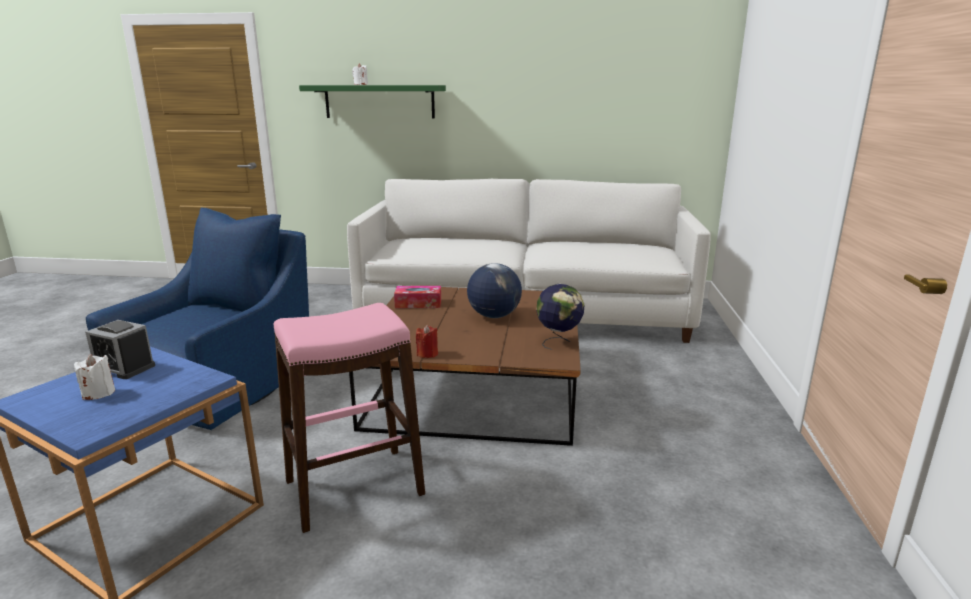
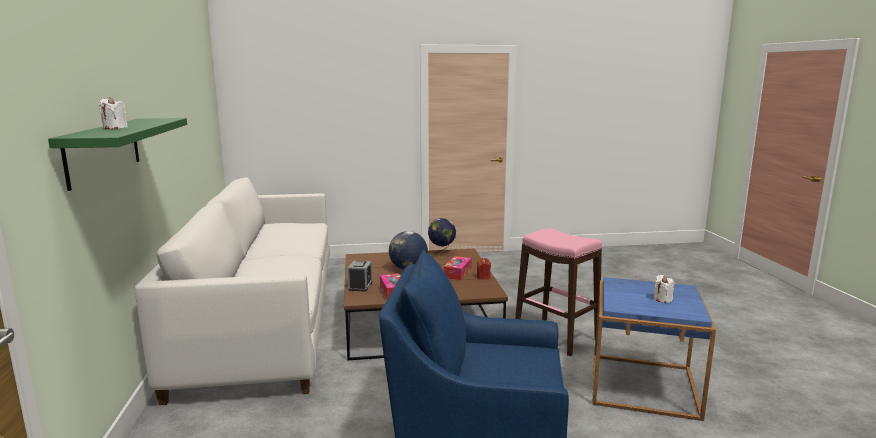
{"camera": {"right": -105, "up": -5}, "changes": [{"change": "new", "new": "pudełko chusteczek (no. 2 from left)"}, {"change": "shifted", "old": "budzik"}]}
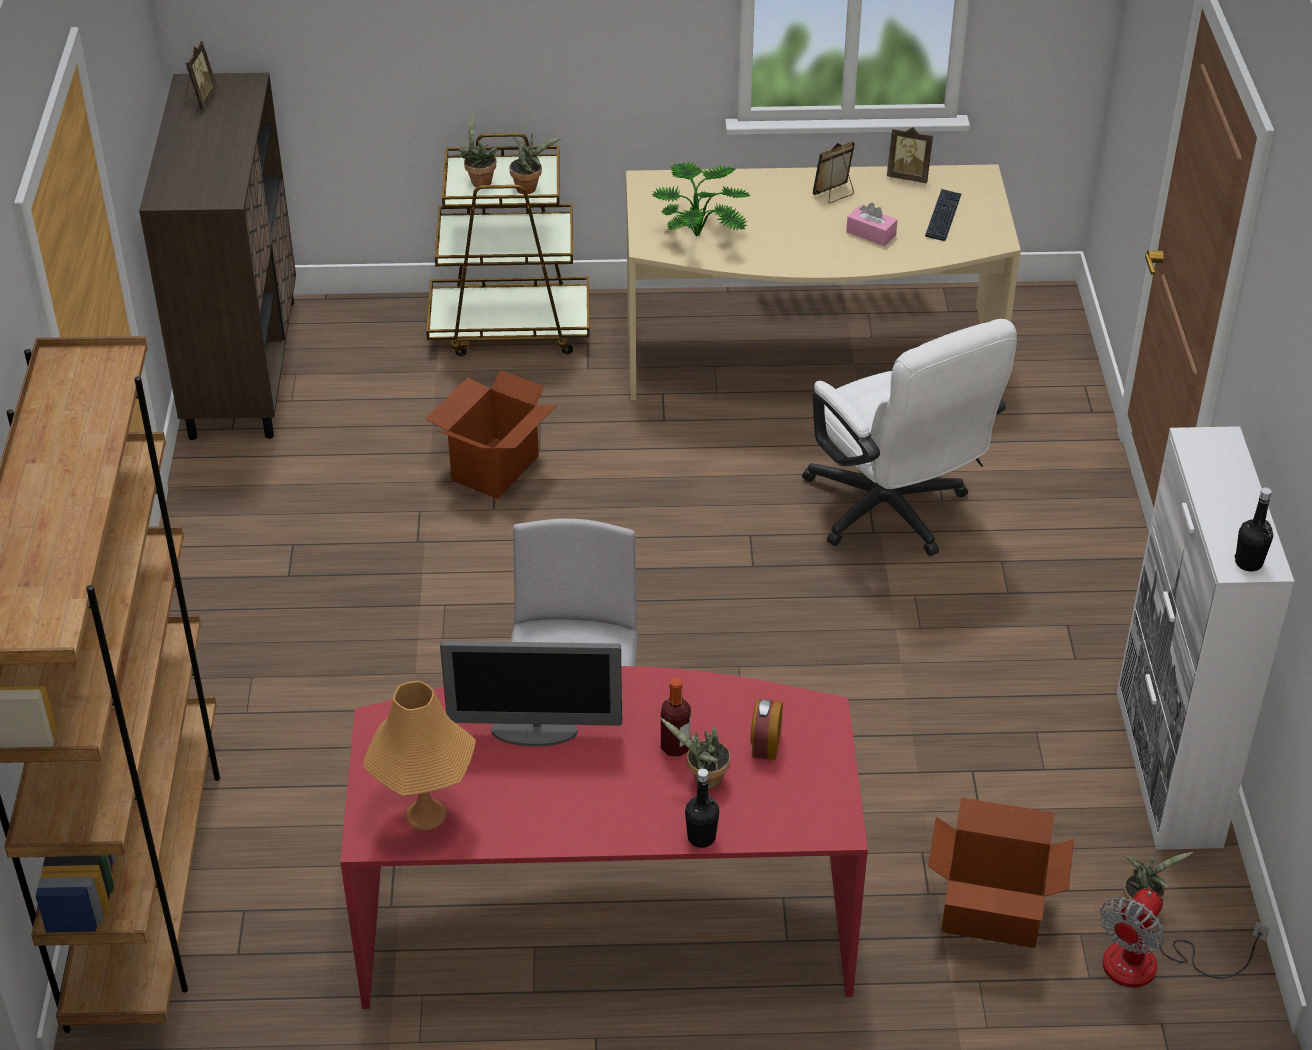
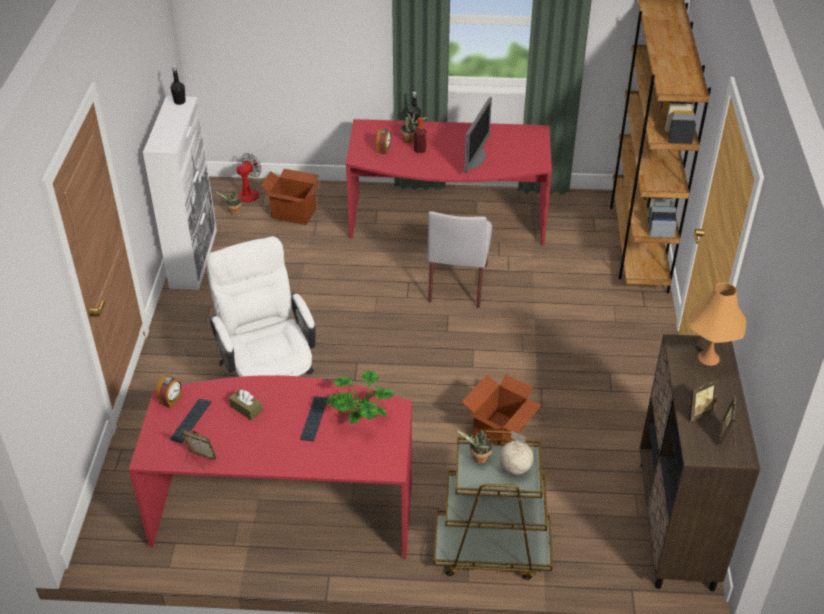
{"camera": {"right": -175, "up": 0}, "changes": [{"change": "new", "new": "budzik (no. 1 from left)"}, {"change": "new", "new": "klawiatura (no. 2 from left)"}, {"change": "shifted", "old": "lampa stołowa [pomarańczowy]"}, {"change": "shifted", "old": "ramka na zdjęcie (no. 2 from left)"}, {"change": "swapped", "old": "roślina doniczkowa (no. 1 from left)", "new": "globus"}, {"change": "repainted", "old": "biurko [beżowy]", "new": "biurko [czerwony] (no. 1 from left)"}, {"change": "repainted", "old": "pudełko chusteczek [różowy]", "new": "pudełko chusteczek [brązowy]"}, {"change": "rotated", "old": "monitor", "degrees": 105}]}
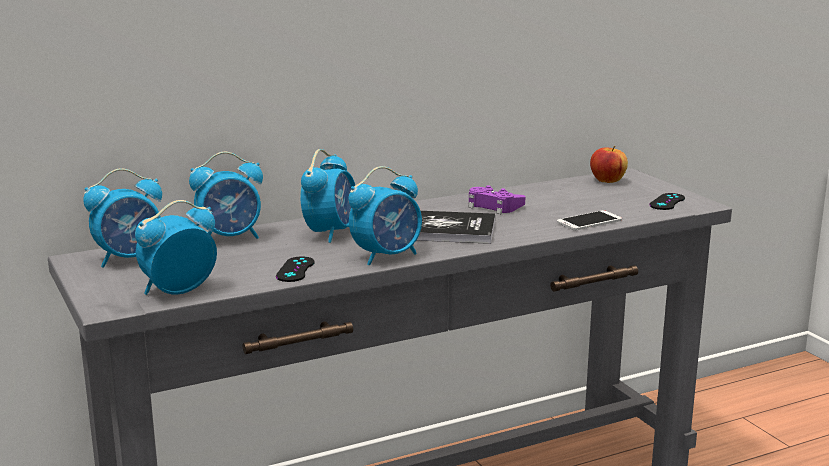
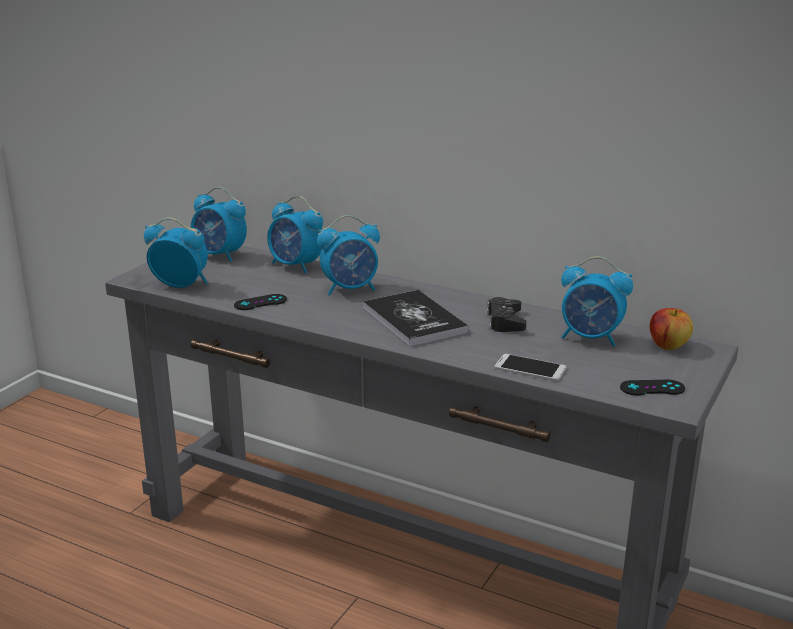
{"camera": {"right": 55, "up": 5}, "changes": [{"change": "shifted", "old": "budzik (no. 5 from left)"}, {"change": "repainted", "old": "pad do gier [fioletowy]", "new": "pad do gier [czarny] (no. 2 from left)"}]}
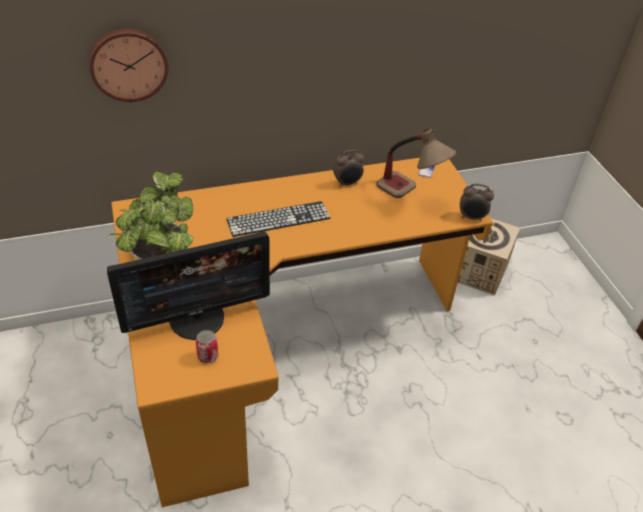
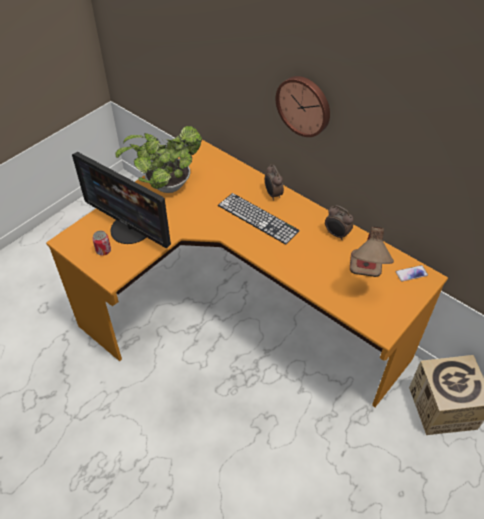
{"camera": {"right": 60, "up": 5}, "changes": [{"change": "shifted", "old": "zegar ścienny"}, {"change": "shifted", "old": "budzik (no. 2 from left in the first image)", "new": "budzik (no. 1 from left)"}]}
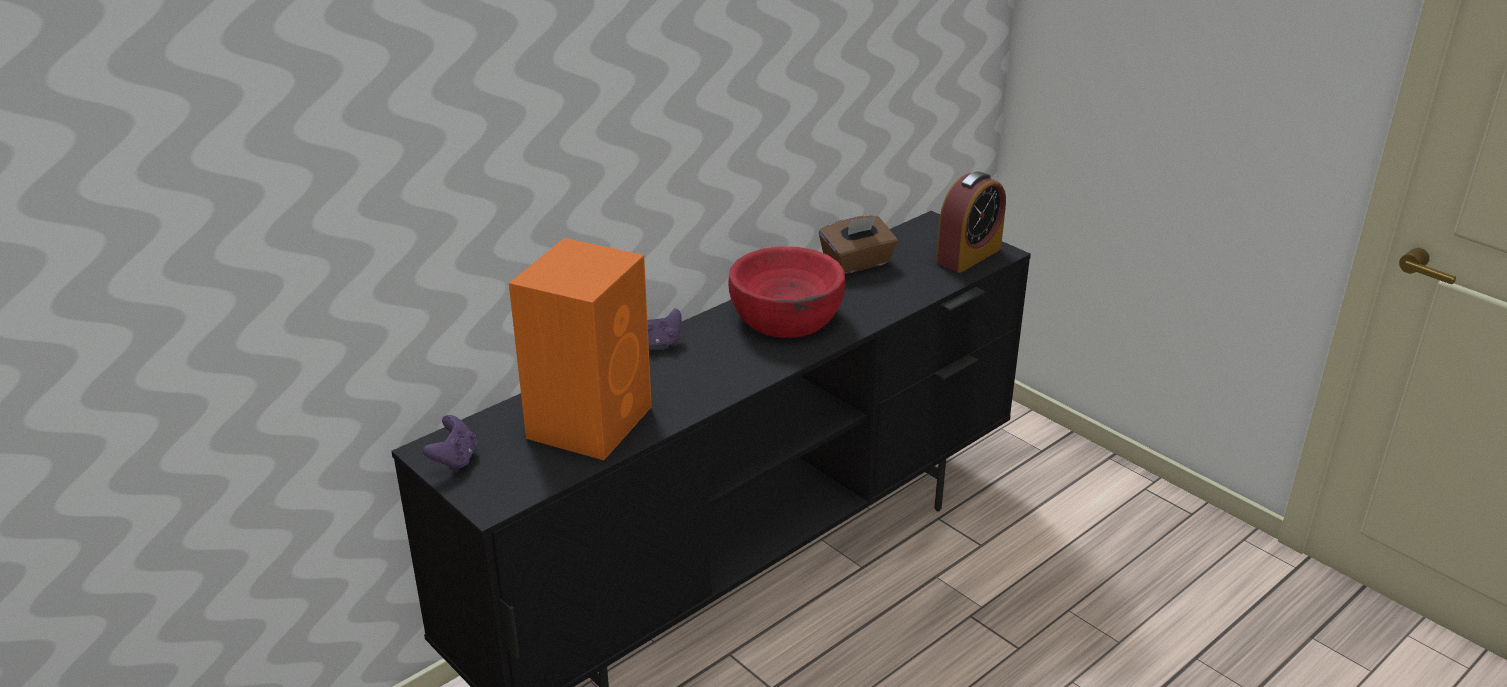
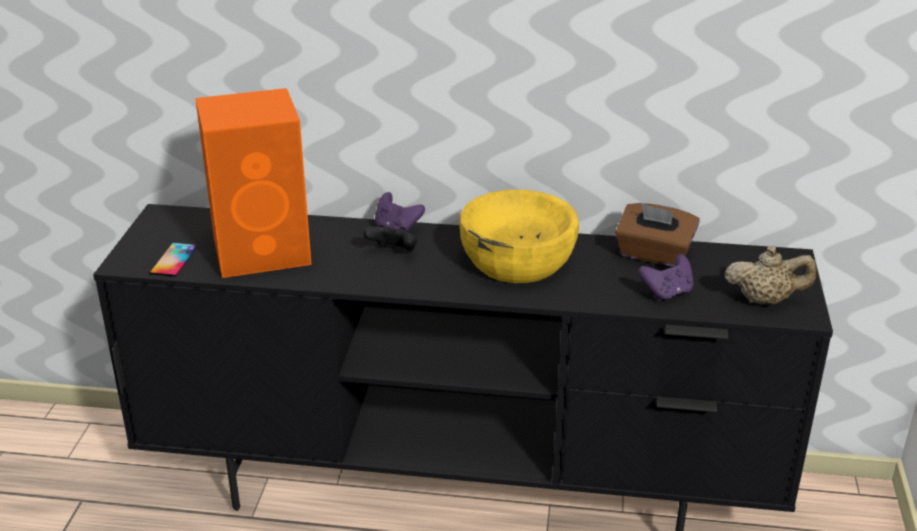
{"camera": {"right": 50, "up": 0}, "changes": [{"change": "new", "new": "telefon"}, {"change": "new", "new": "pad do gier [czarny]"}, {"change": "shifted", "old": "pad do gier [fioletowy] (no. 1 from left in the first image)", "new": "pad do gier [fioletowy] (no. 2 from left)"}, {"change": "swapped", "old": "budzik", "new": "imbryk [beżowy]"}, {"change": "repainted", "old": "miska [czerwony]", "new": "miska [żółty]"}]}
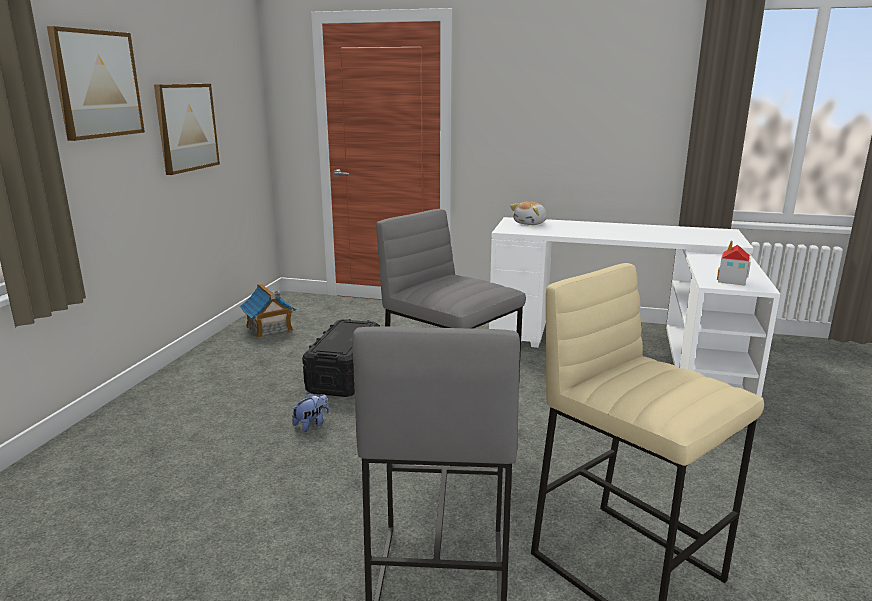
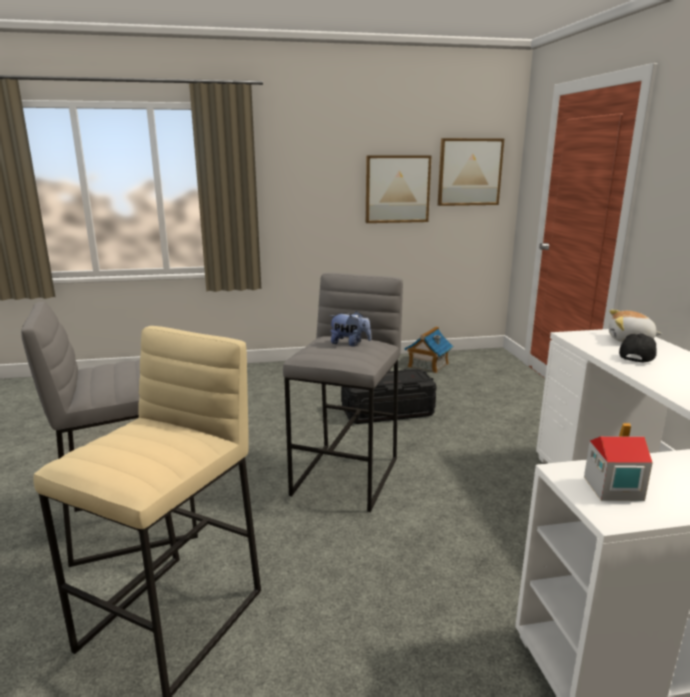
{"camera": {"right": 65, "up": 0}, "changes": [{"change": "new", "new": "czapka z daszkiem [czarny]"}, {"change": "shifted", "old": "obraz (no. 1 from left in the first image)", "new": "obraz (no. 2 from left)"}, {"change": "shifted", "old": "pluszak (no. 1 from left)"}]}
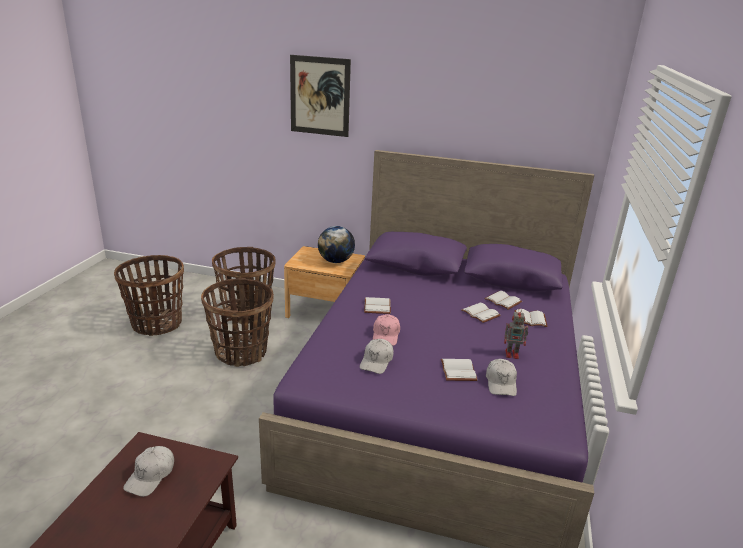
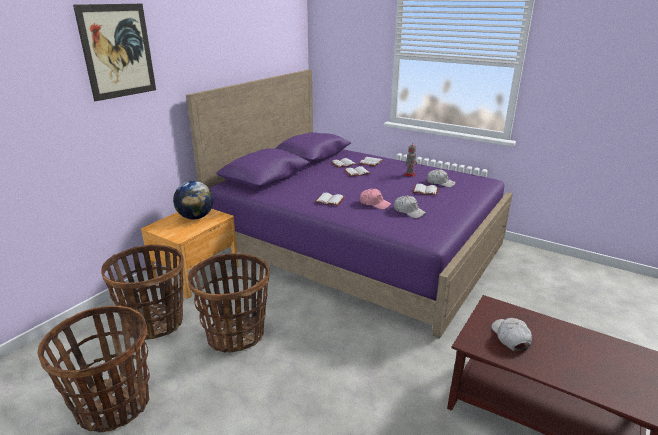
{"camera": {"right": -70, "up": 0}, "changes": [{"change": "rotated", "old": "czapka z daszkiem [biały] (no. 1 from left in the first image)", "degrees": -135}]}
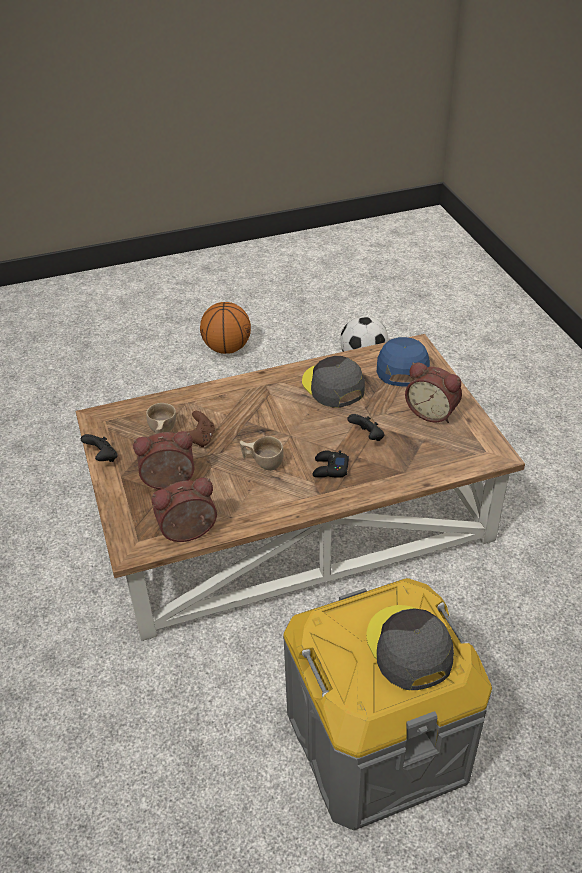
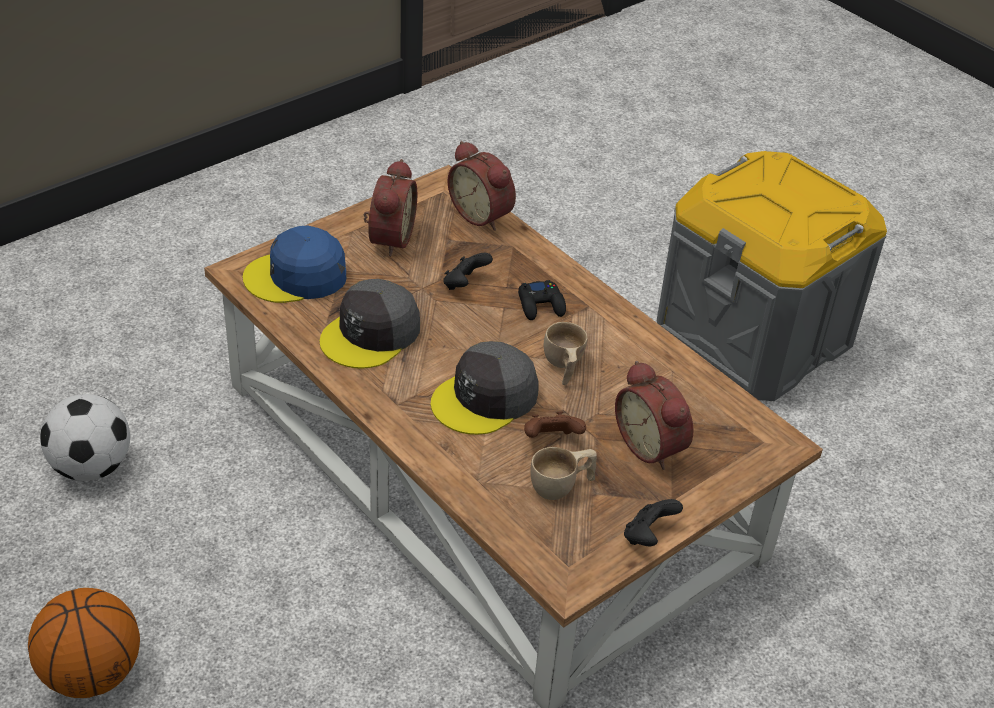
{"camera": {"right": -115, "up": 0}, "changes": [{"change": "shifted", "old": "budzik (no. 2 from left)"}, {"change": "shifted", "old": "czapka z daszkiem [szary] (no. 2 from left)"}]}
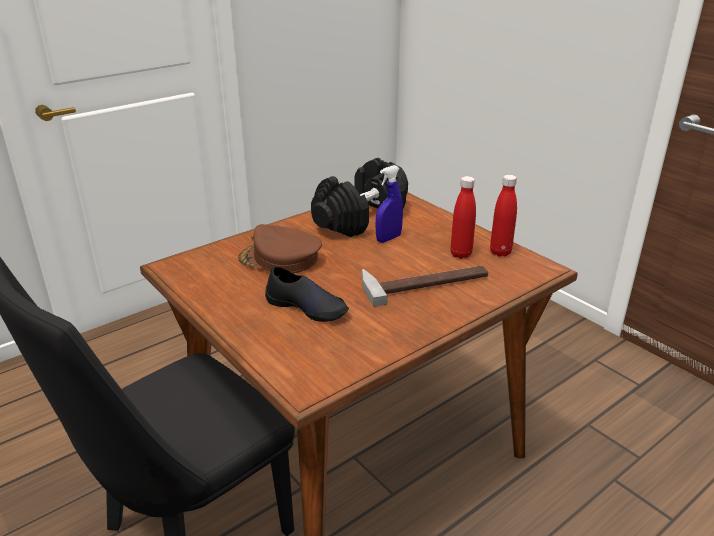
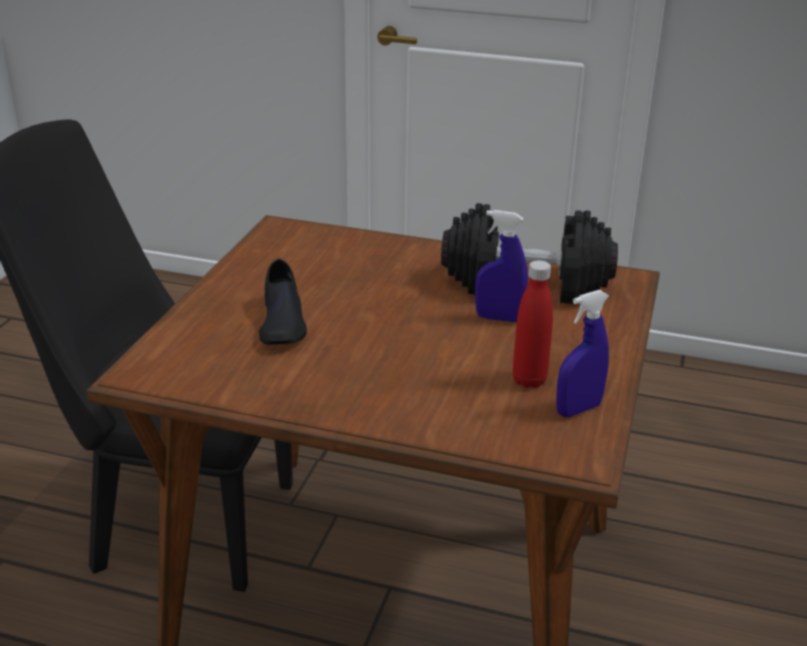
{"camera": {"right": 55, "up": 0}, "changes": [{"change": "gone", "old": "czapka z daszkiem [brązowy]"}, {"change": "gone", "old": "młotek"}, {"change": "swapped", "old": "butelka [czerwony] (no. 2 from left)", "new": "spryskiwacz [niebieski] (no. 2 from left)"}]}
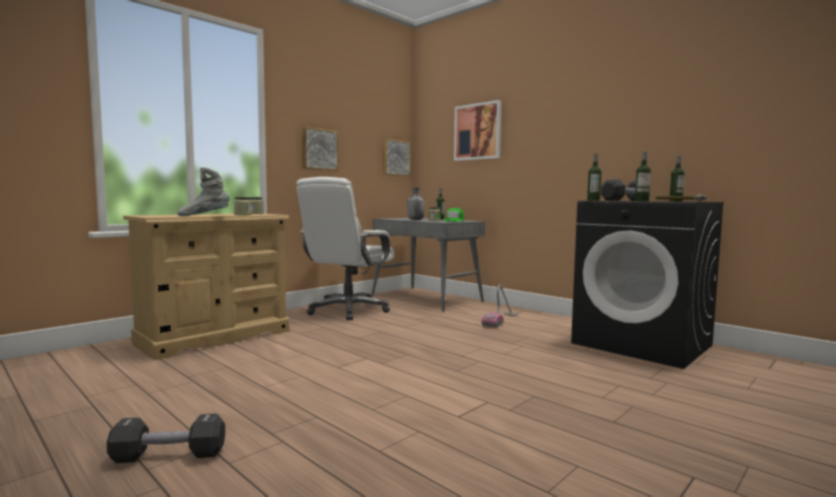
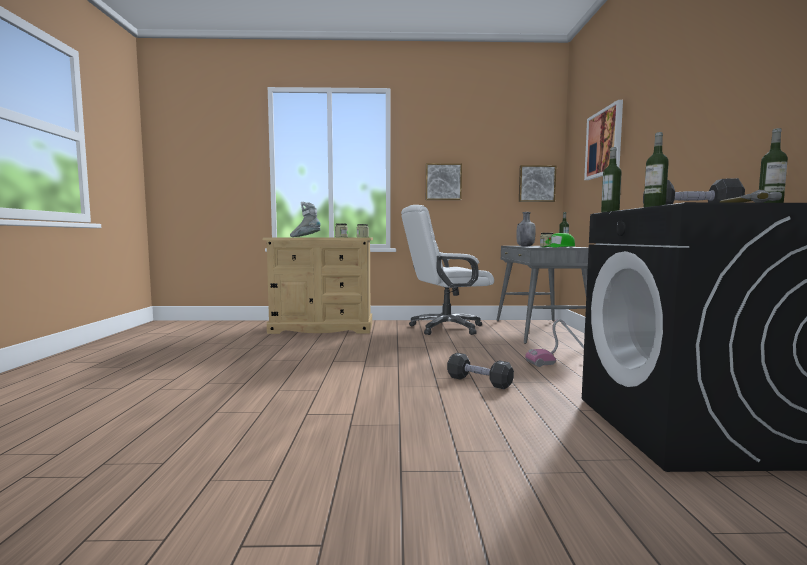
{"camera": {"right": 45, "up": 0}, "changes": [{"change": "shifted", "old": "hantel [czarny] (no. 1 from left)"}]}
